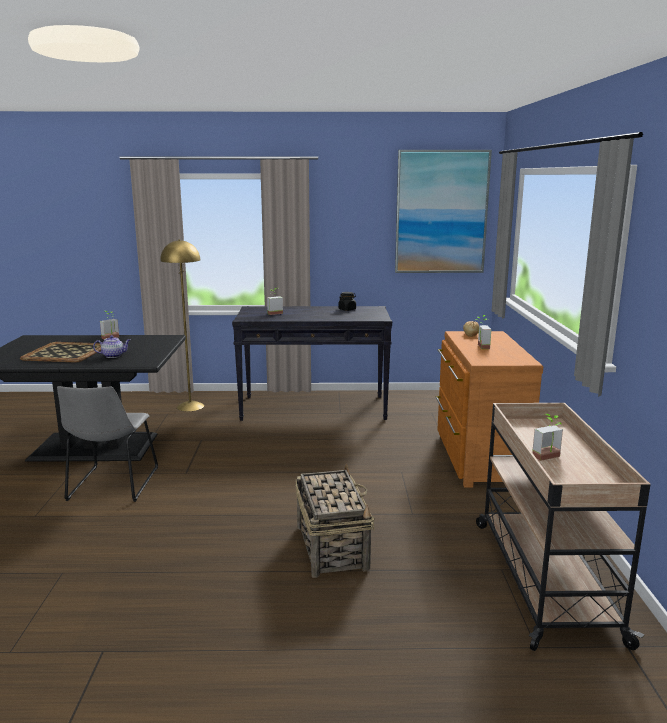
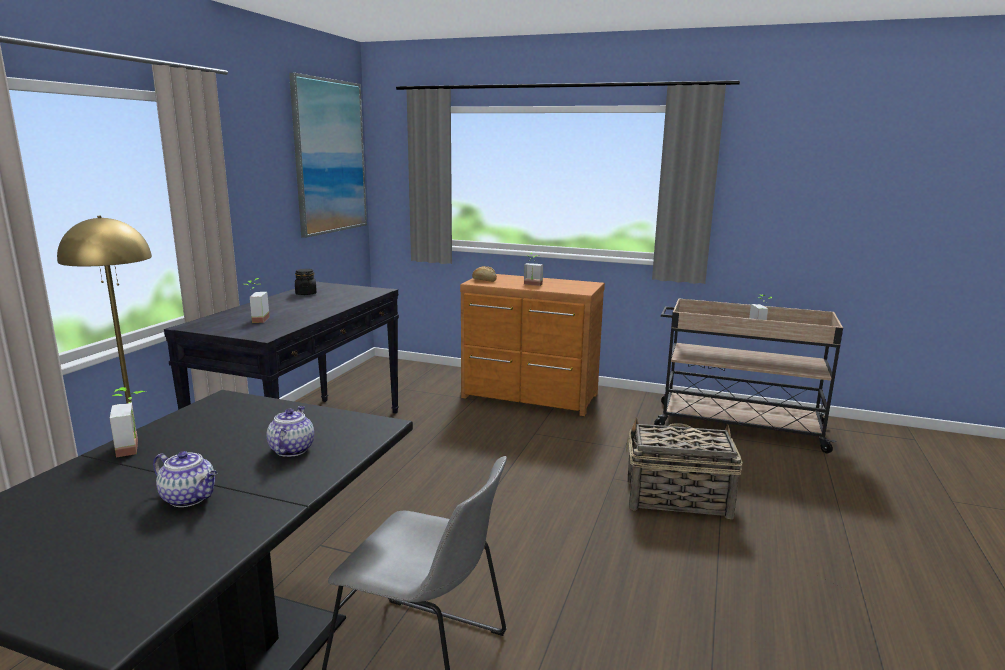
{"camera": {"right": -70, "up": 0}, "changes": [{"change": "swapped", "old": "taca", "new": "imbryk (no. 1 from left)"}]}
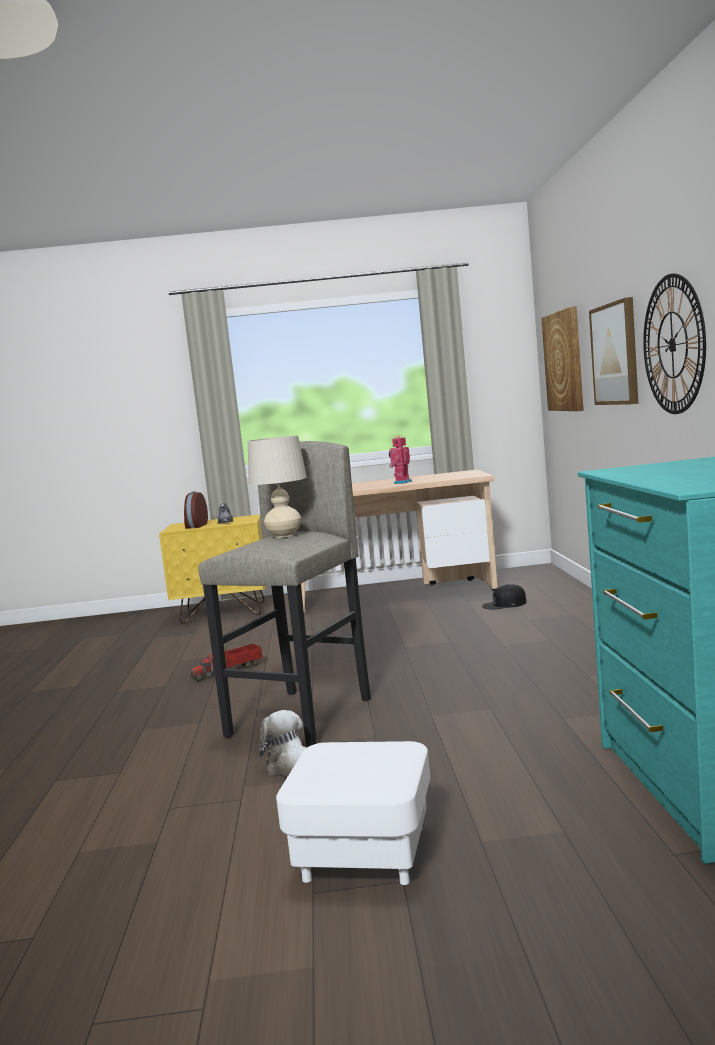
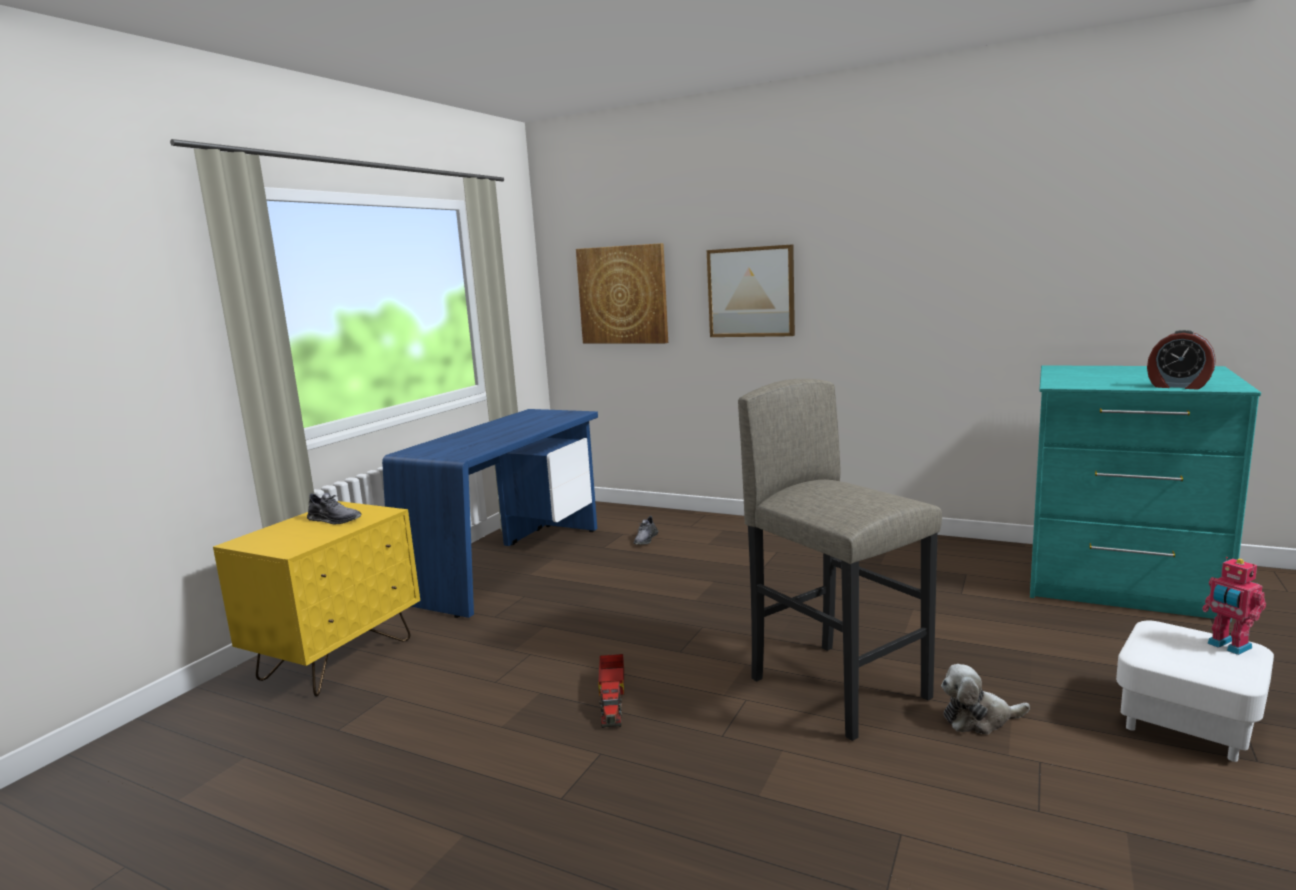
{"camera": {"right": -60, "up": 5}, "changes": [{"change": "gone", "old": "lampa stołowa [beżowy]"}, {"change": "gone", "old": "zegar ścienny"}, {"change": "shifted", "old": "budzik"}, {"change": "shifted", "old": "robot zabawkowy"}, {"change": "swapped", "old": "czapka z daszkiem [czarny]", "new": "but [szary] (no. 2 from left)"}, {"change": "repainted", "old": "biurko [beżowy]", "new": "biurko [niebieski]"}]}
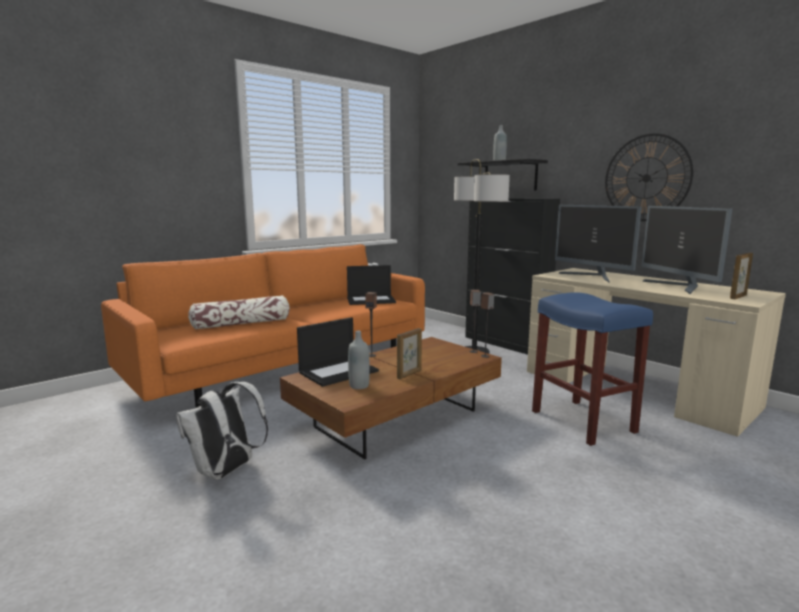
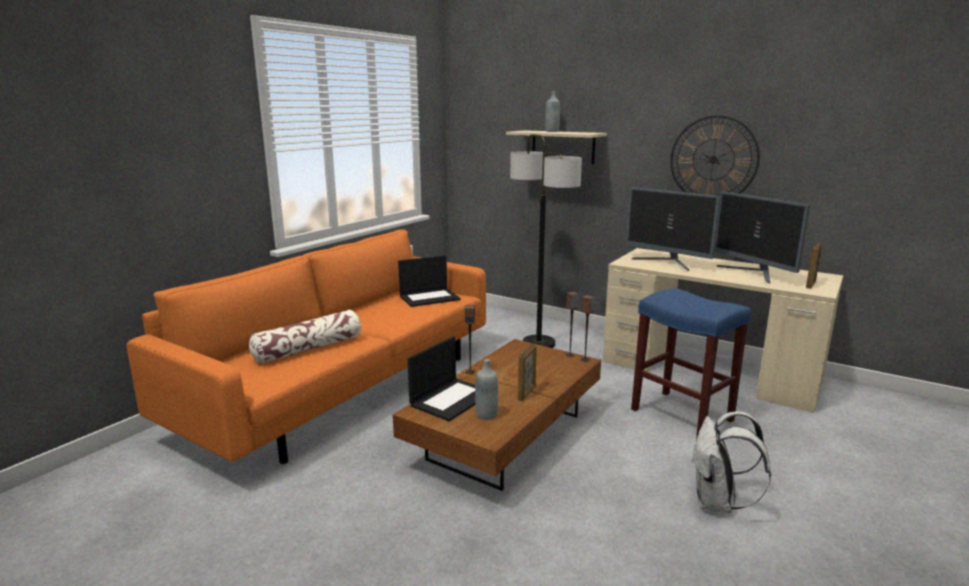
{"camera": {"right": -15, "up": 5}, "changes": [{"change": "gone", "old": "szafka [czarny]"}, {"change": "shifted", "old": "plecak [biały]"}, {"change": "repainted", "old": "półka [czarny]", "new": "półka [beżowy]"}]}
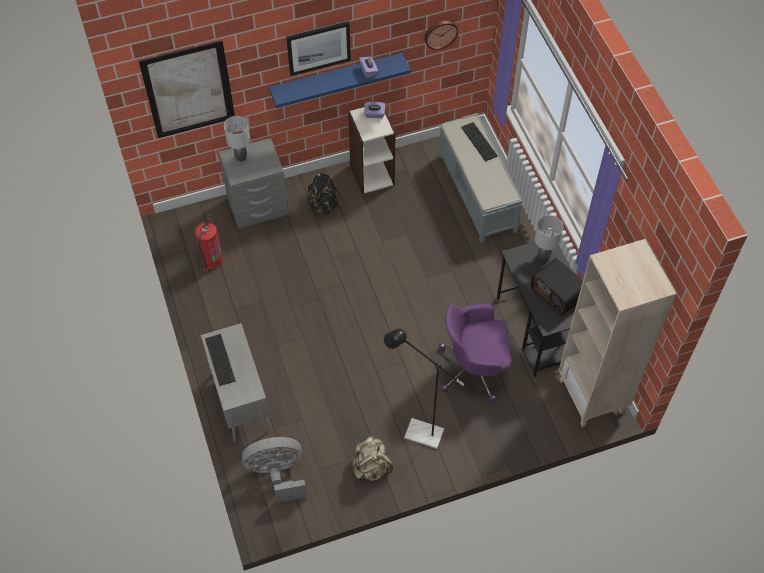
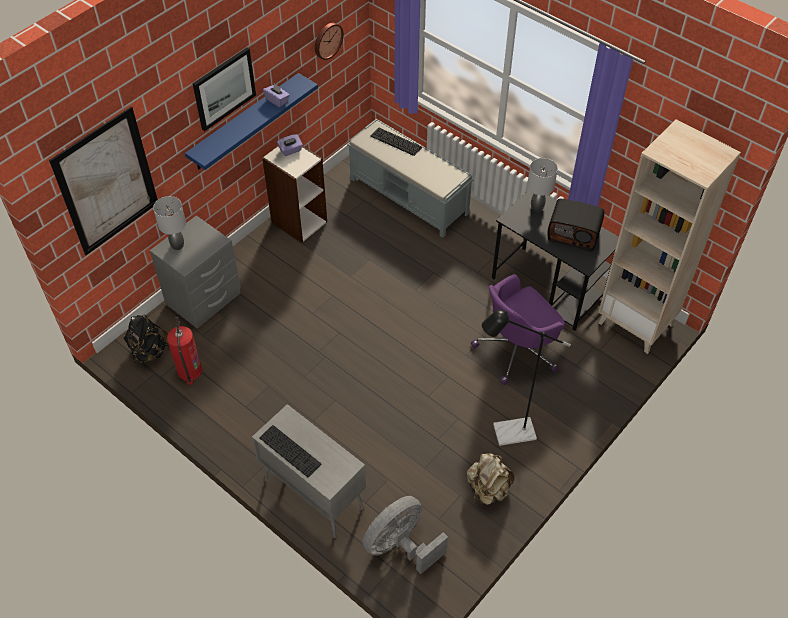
{"camera": {"right": -30, "up": -5}, "changes": [{"change": "shifted", "old": "plecak [czarny]"}]}
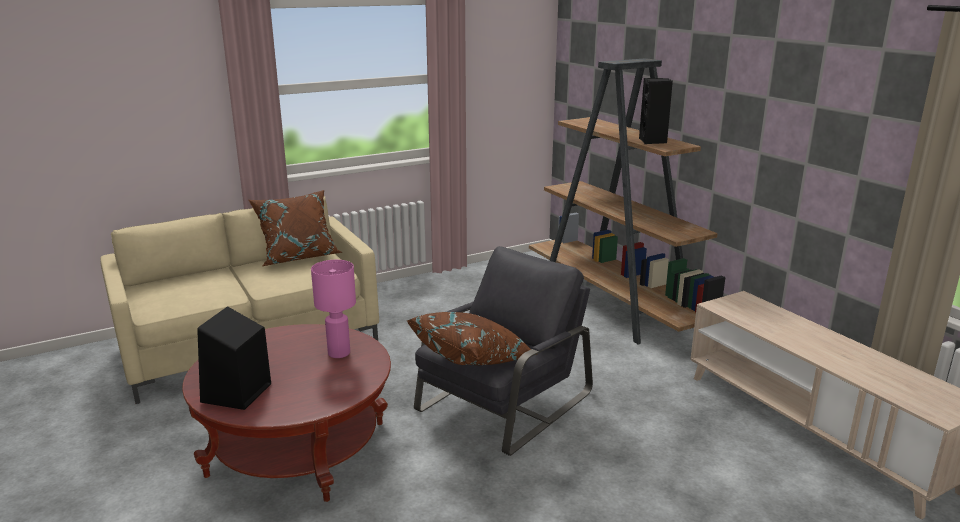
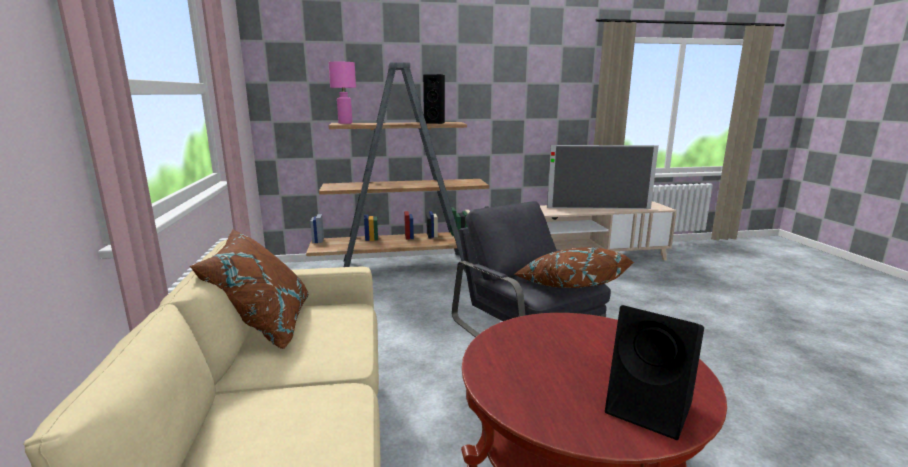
{"camera": {"right": -70, "up": -5}, "changes": [{"change": "new", "new": "telewizor"}, {"change": "shifted", "old": "lampa stołowa [różowy]"}]}
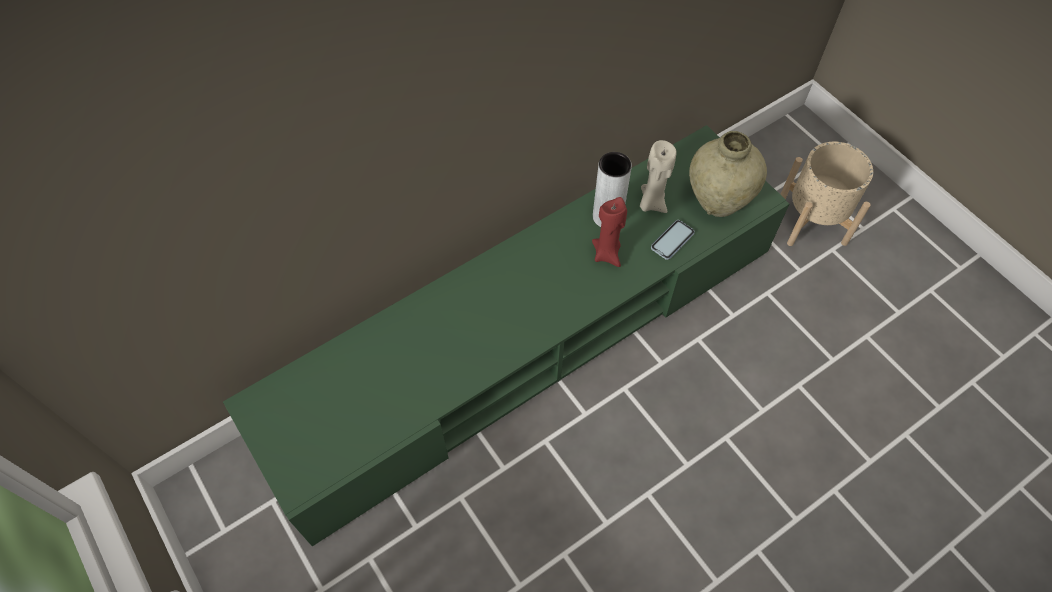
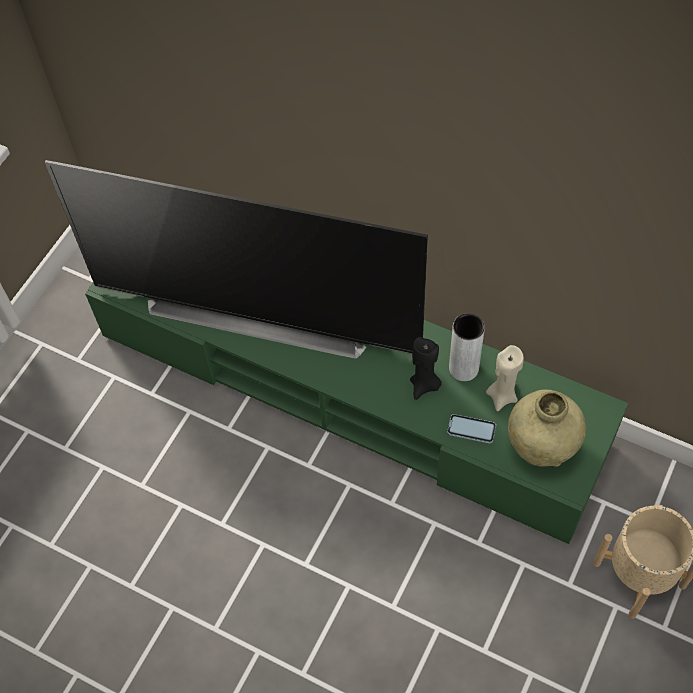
{"camera": {"right": 65, "up": 0}, "changes": [{"change": "new", "new": "telewizor"}, {"change": "repainted", "old": "świeca [czerwony]", "new": "świeca [czarny]"}]}
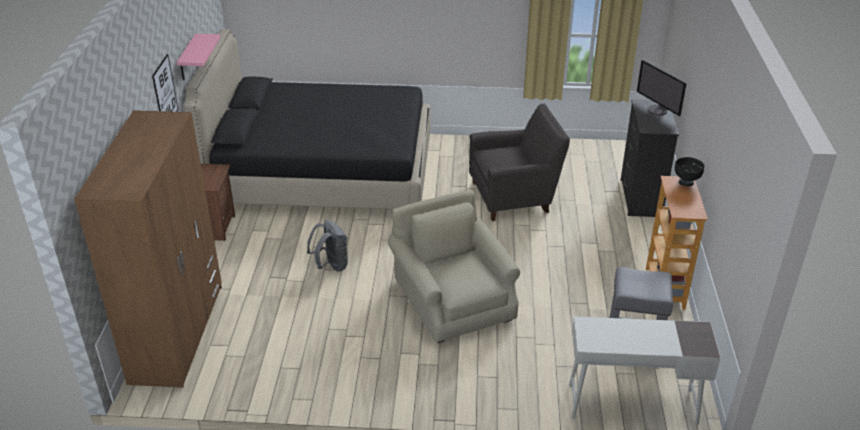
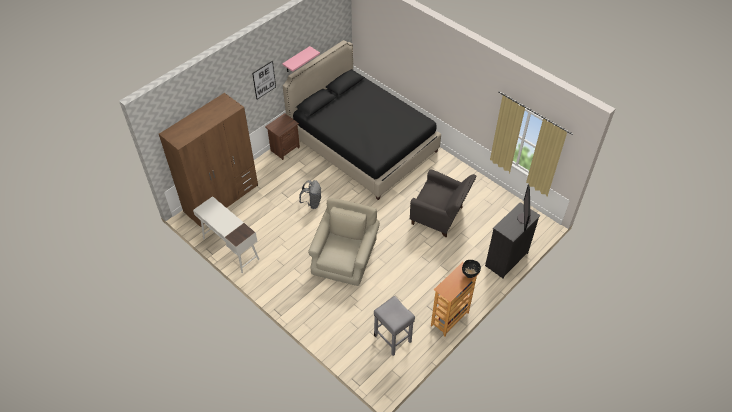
{"camera": {"right": 40, "up": 15}, "changes": [{"change": "shifted", "old": "biurko [biały]"}]}
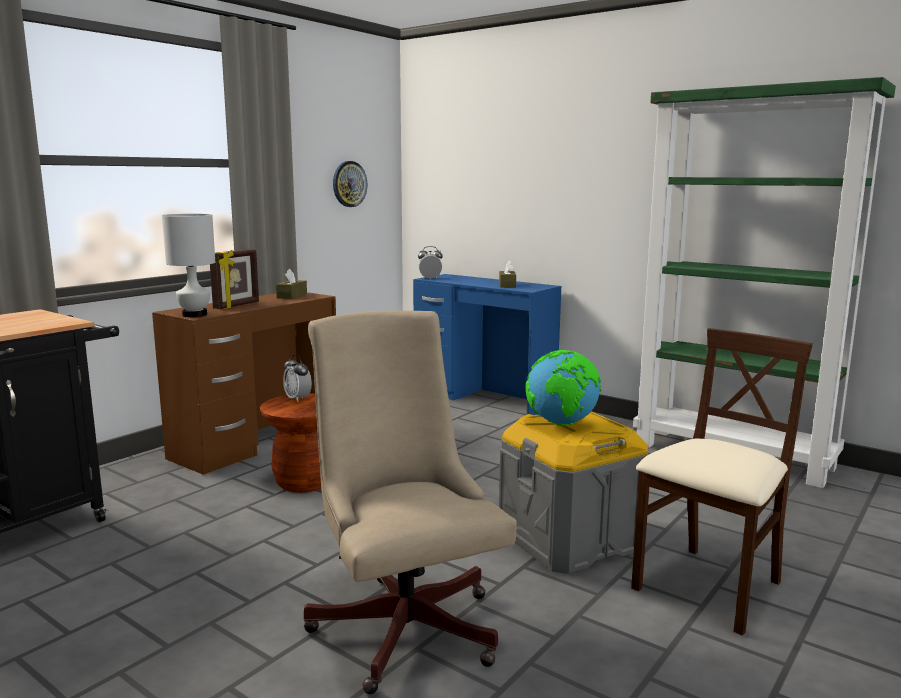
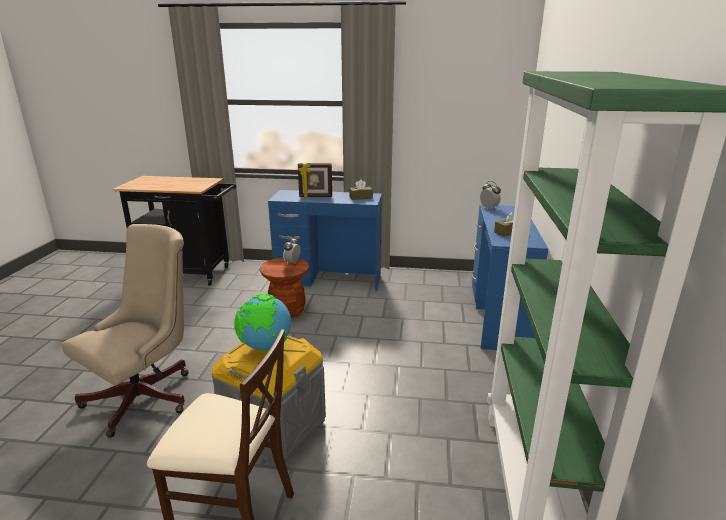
{"camera": {"right": 60, "up": 10}, "changes": [{"change": "gone", "old": "lampa stołowa [biały]"}, {"change": "gone", "old": "zegar ścienny"}, {"change": "repainted", "old": "biurko [brązowy]", "new": "biurko [niebieski] (no. 1 from left)"}]}
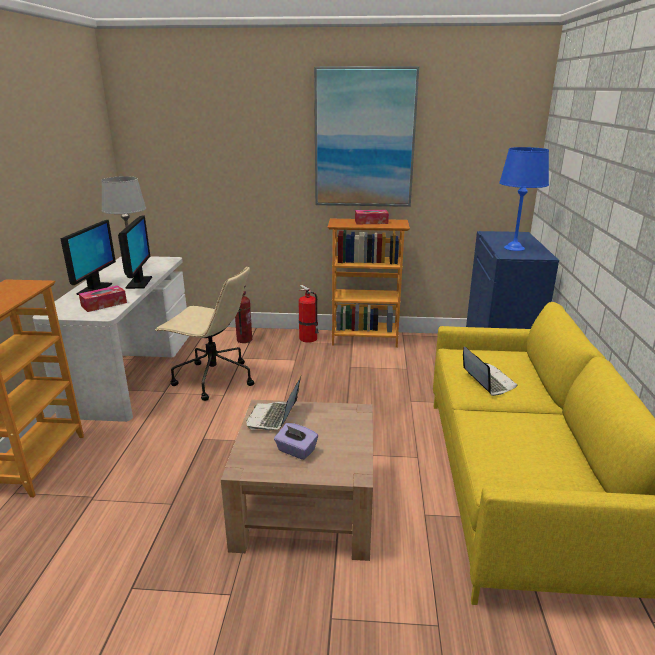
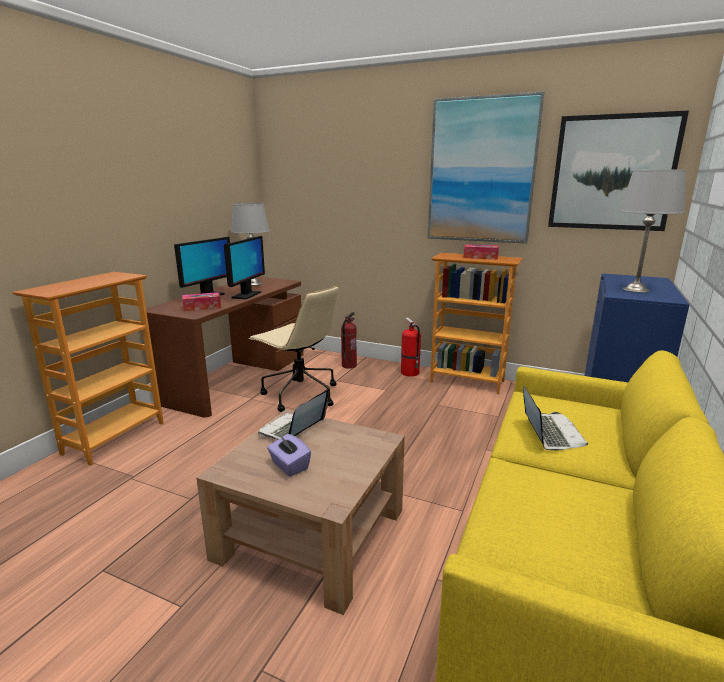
{"camera": {"right": 20, "up": -5}, "changes": [{"change": "new", "new": "obraz (no. 2 from left)"}, {"change": "repainted", "old": "biurko [biały]", "new": "biurko [brązowy]"}, {"change": "repainted", "old": "lampa stołowa [niebieski]", "new": "lampa stołowa [szary] (no. 2 from left)"}]}
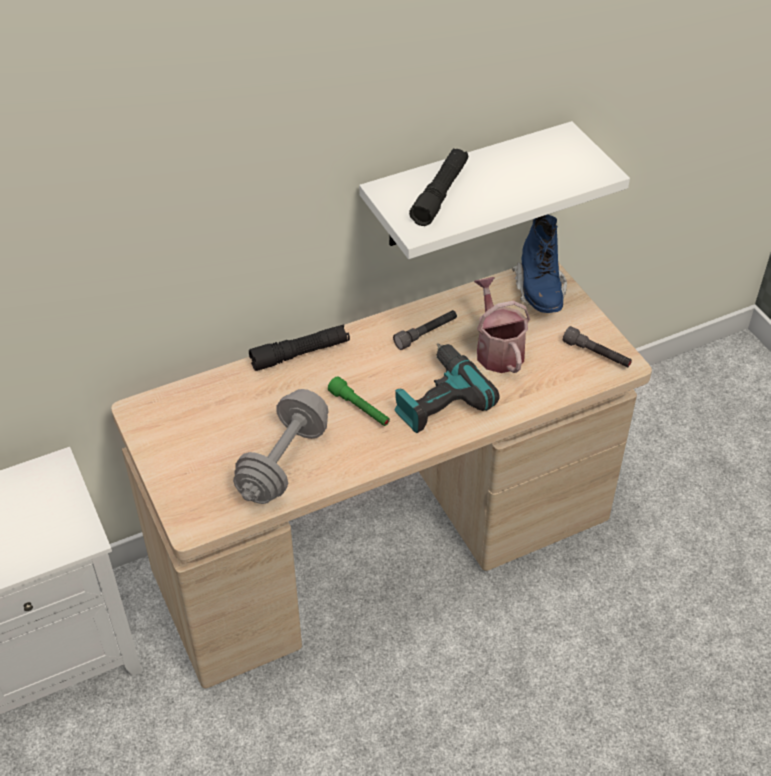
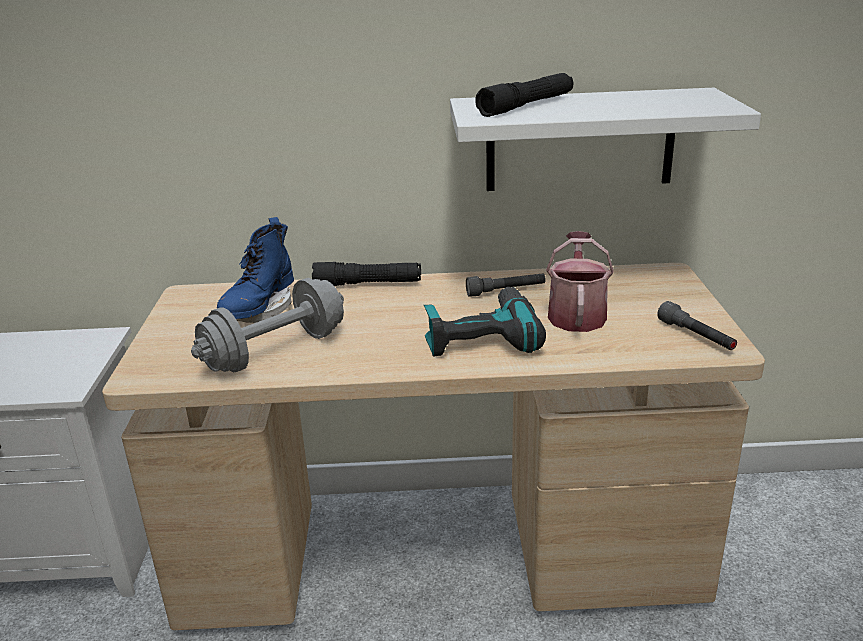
{"camera": {"right": 25, "up": -20}, "changes": [{"change": "gone", "old": "latarka [zielony]"}, {"change": "shifted", "old": "but z cholewką [niebieski]"}]}
